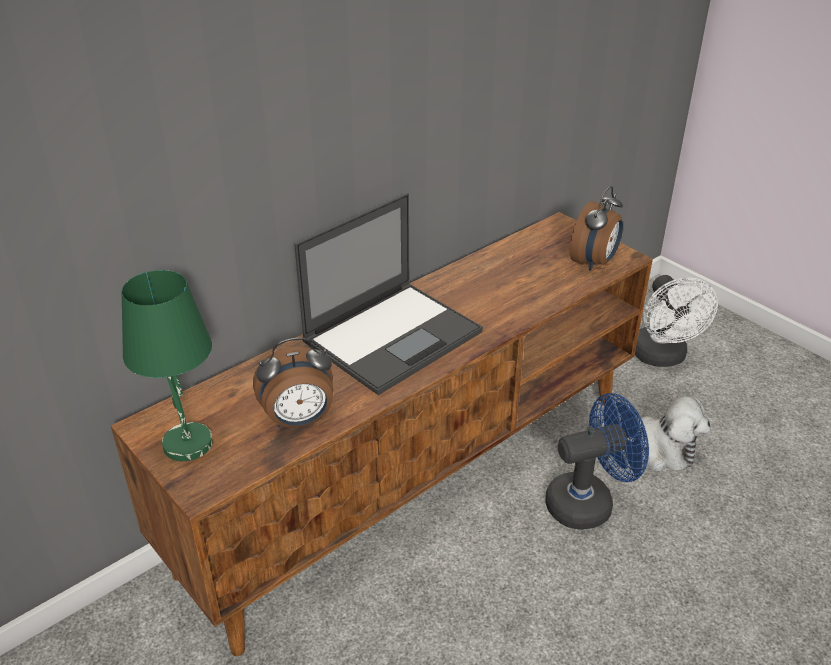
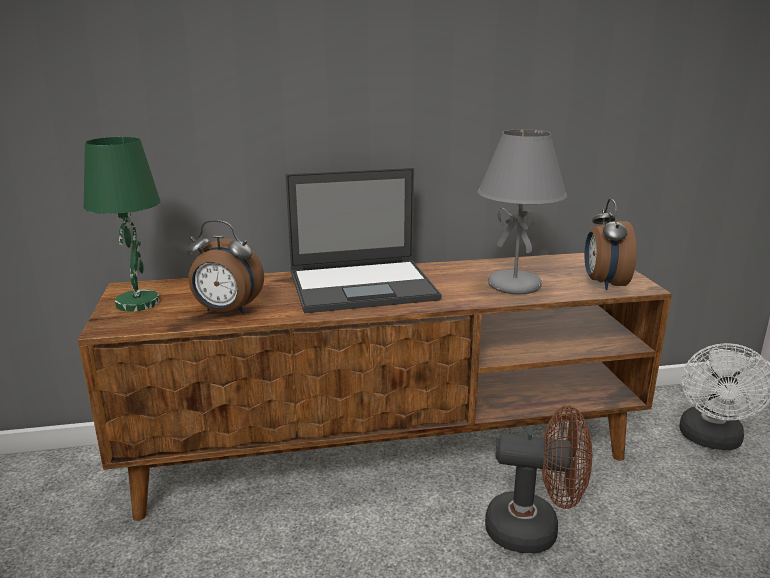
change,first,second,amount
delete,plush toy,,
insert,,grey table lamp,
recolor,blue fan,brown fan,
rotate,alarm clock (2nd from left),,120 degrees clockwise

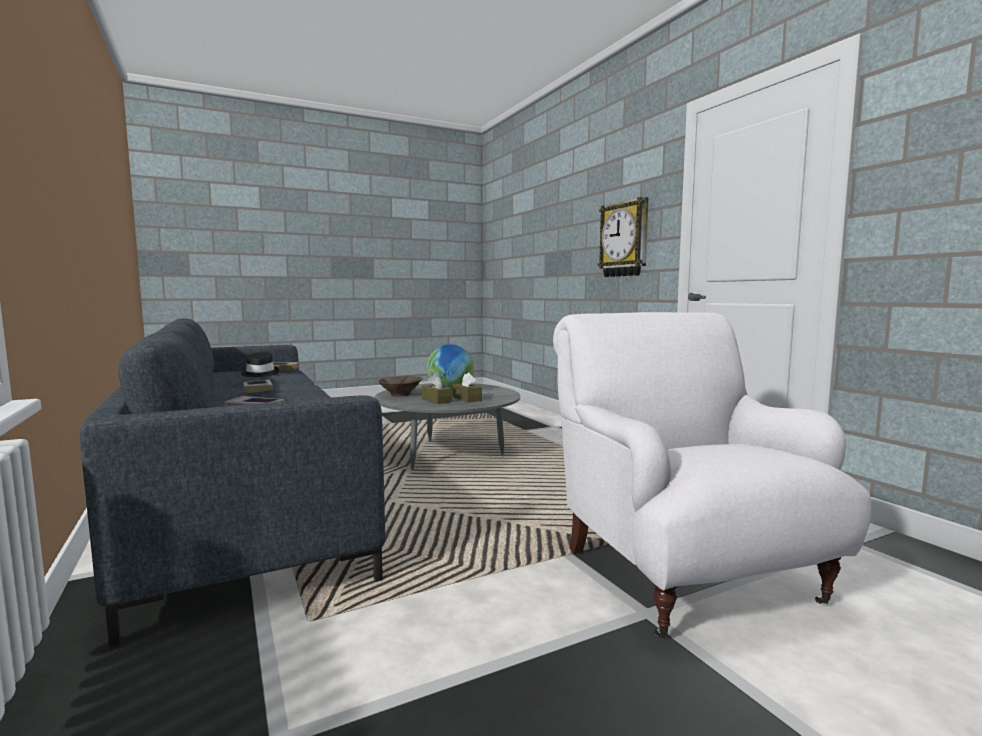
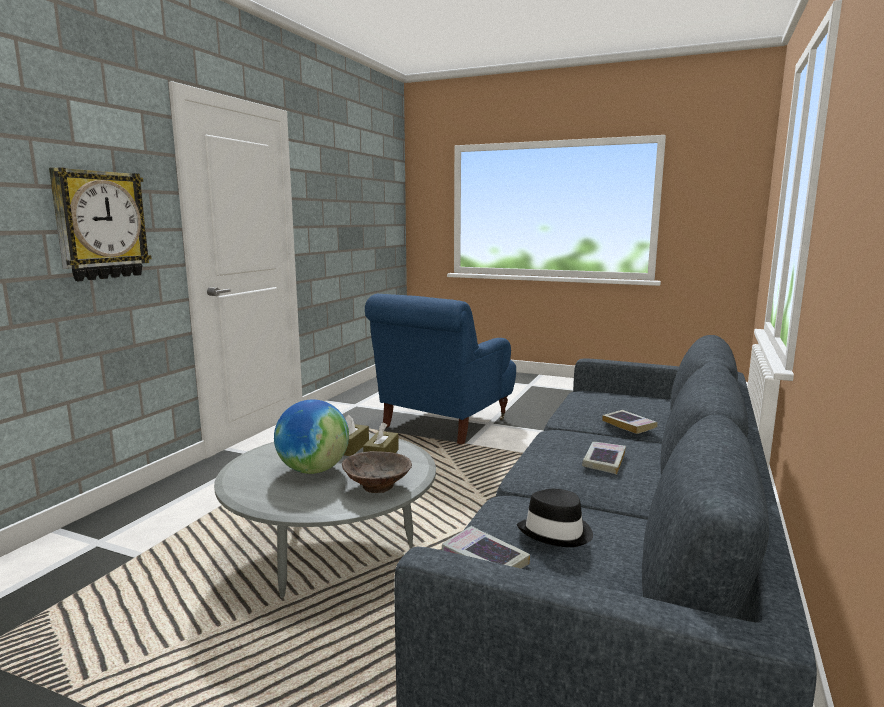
change,first,second,amount
recolor,white armchair,blue armchair,

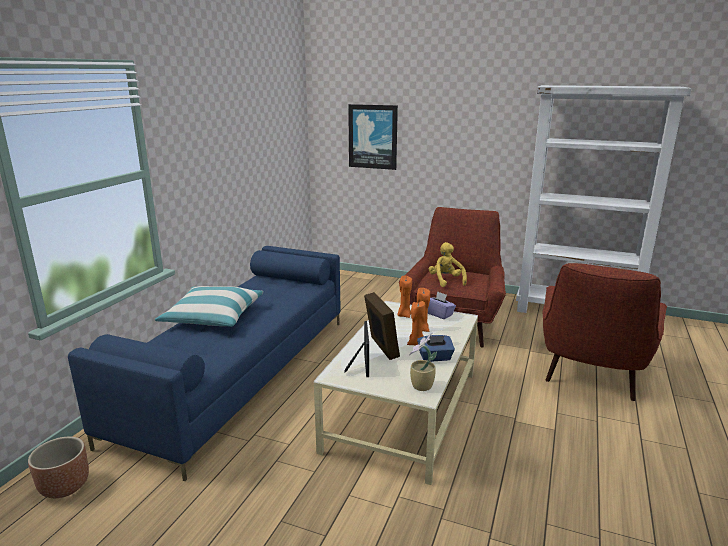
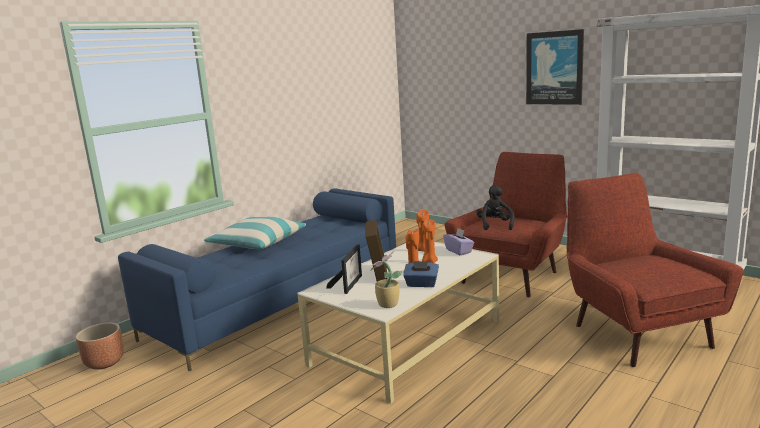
change,first,second,amount
move,picture,,
recolor,yellow plush toy,black plush toy,
rotate,red armchair (2nd from left),,120 degrees clockwise

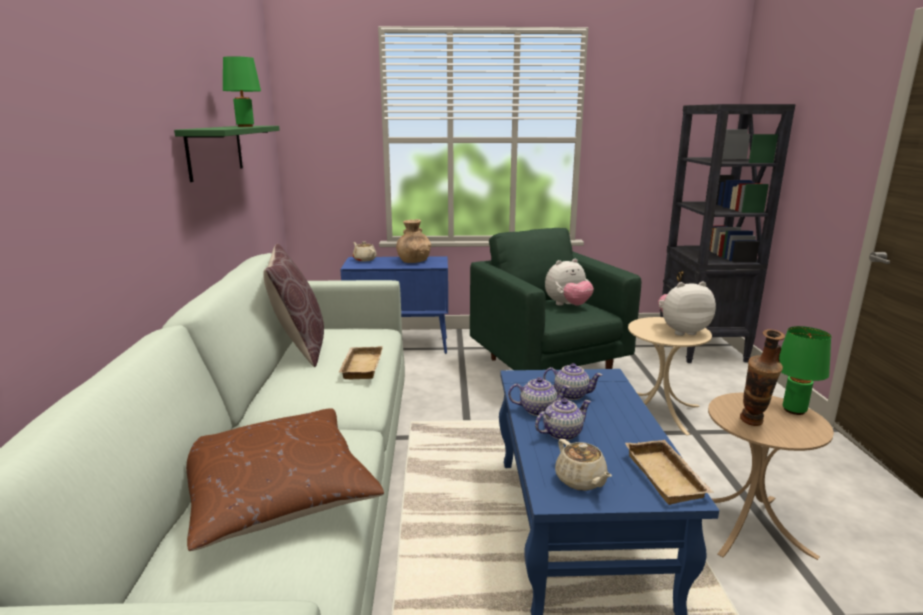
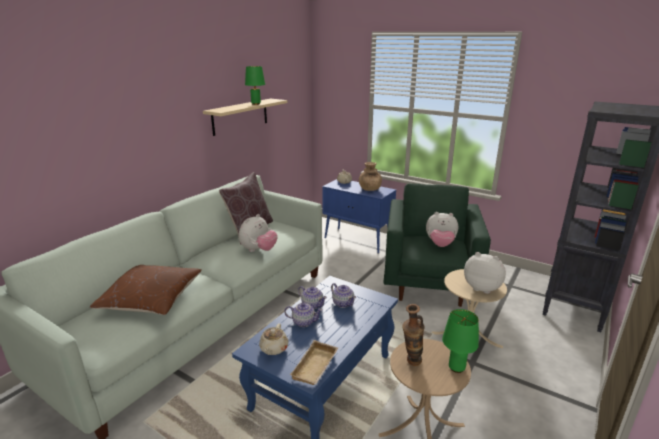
change,first,second,amount
replace,beige tray (1st from left),plush toy (1st from left),
recolor,green shelf,beige shelf,

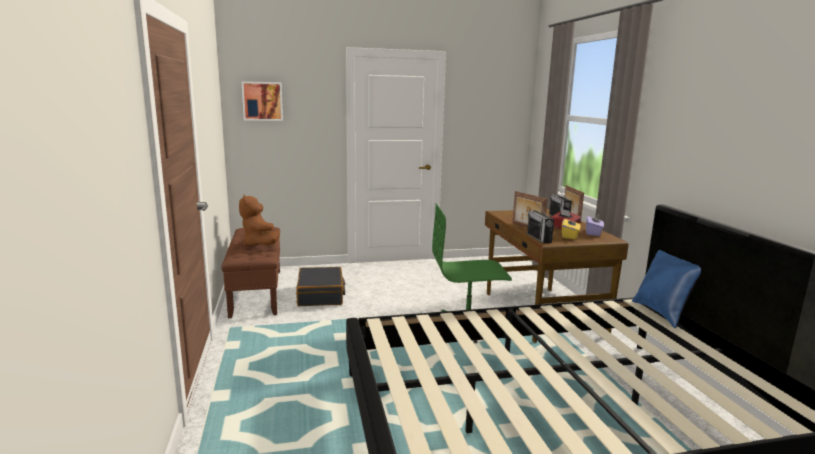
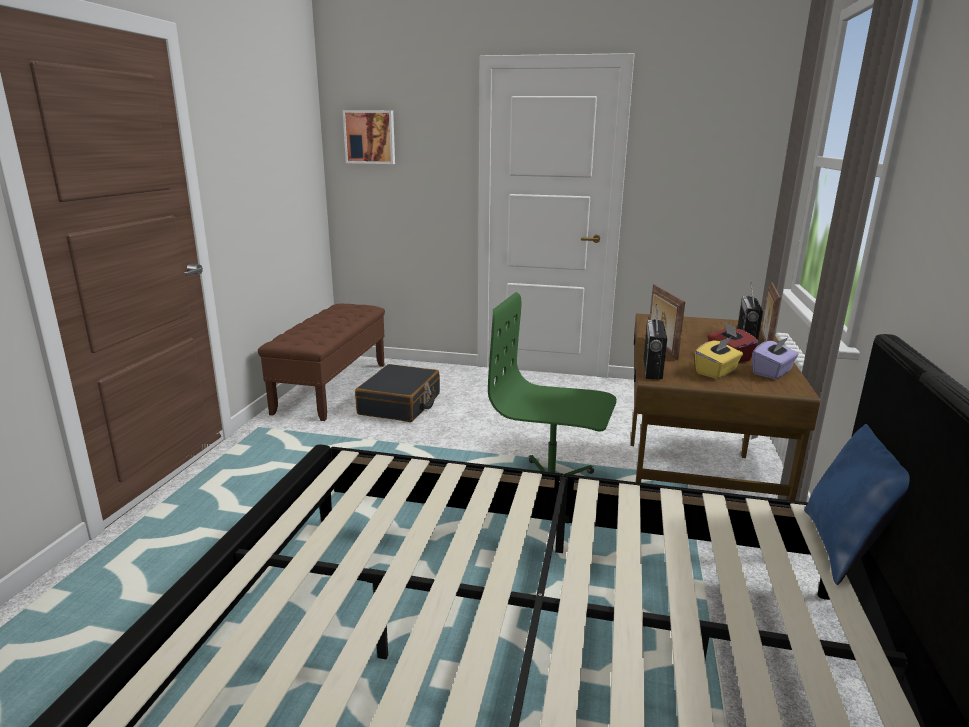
change,first,second,amount
delete,brown plush toy,,

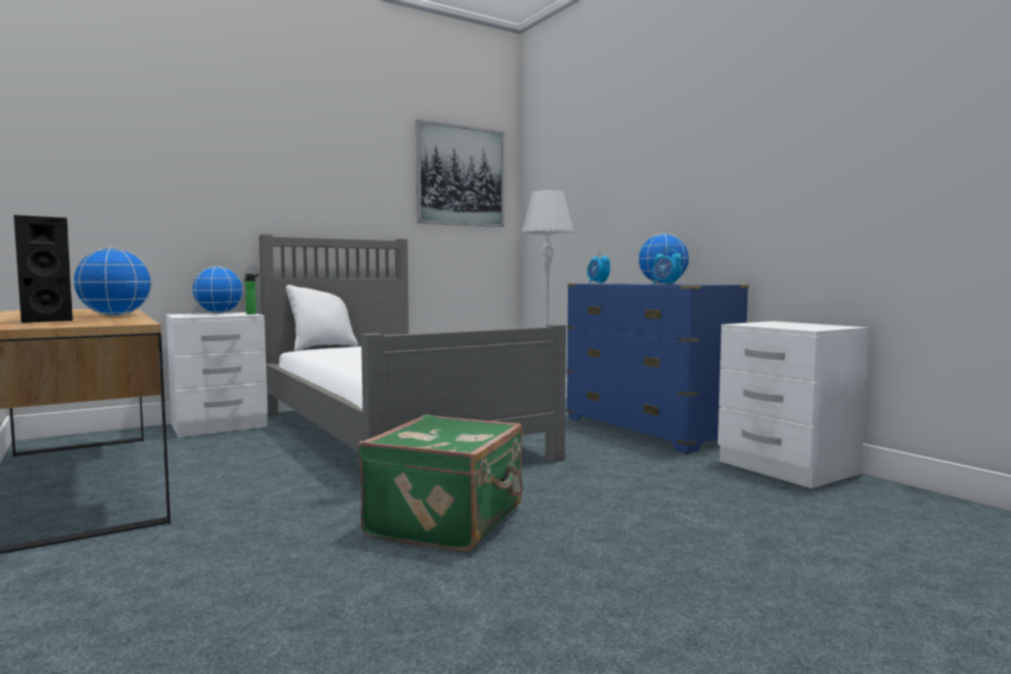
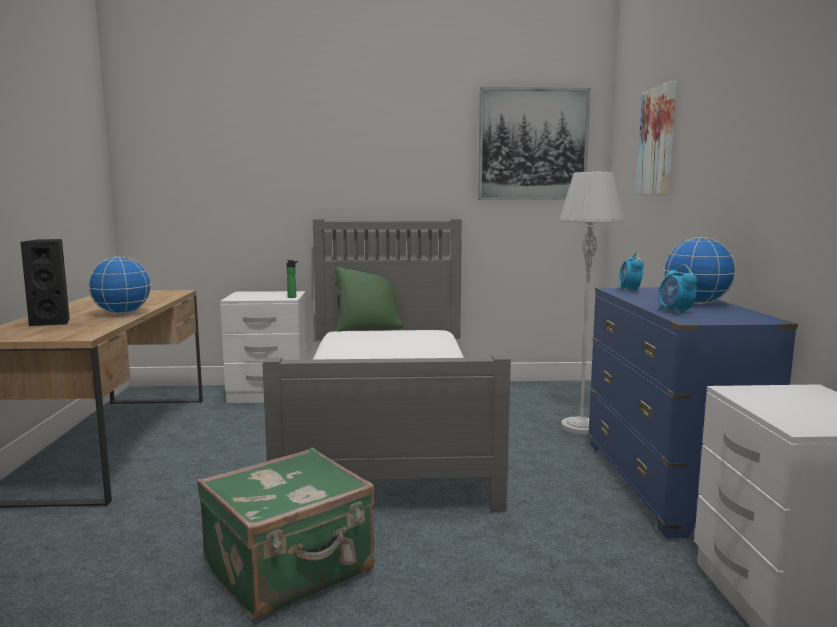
change,first,second,amount
delete,globe (2nd from left),,
insert,,picture (2nd from left),
recolor,white pillow,green pillow,

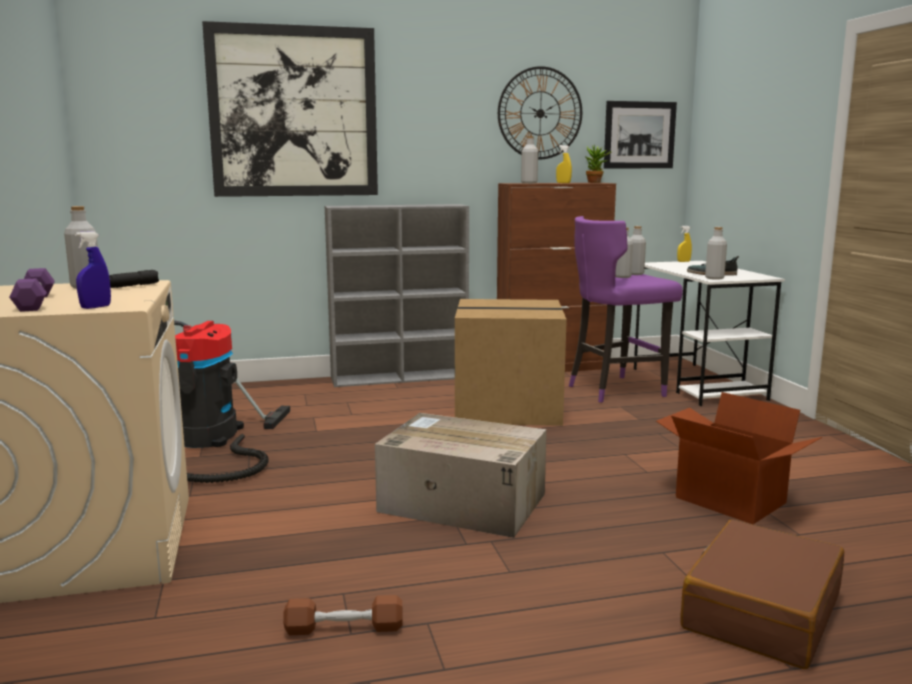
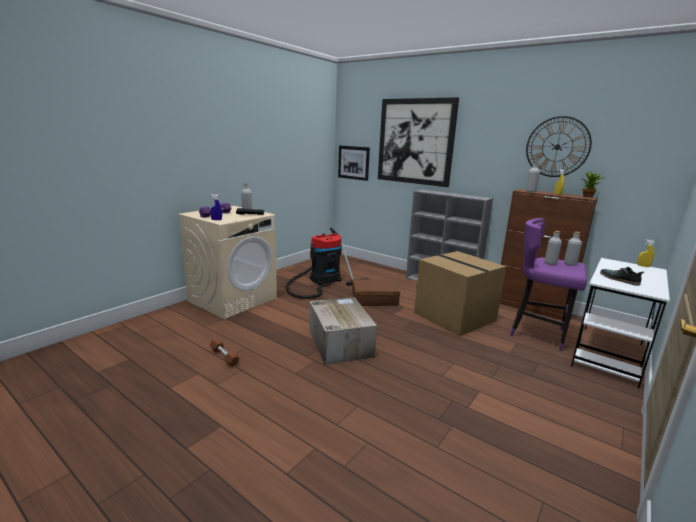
change,first,second,amount
delete,cardboard box (3rd from left),,
delete,grey bottle (5th from left),,
move,picture (2nd from left in the first image),picture (1st from left),
move,brown suitcase,,

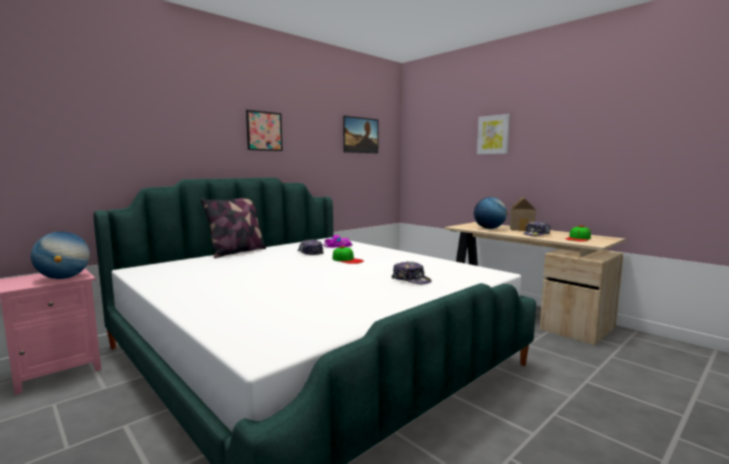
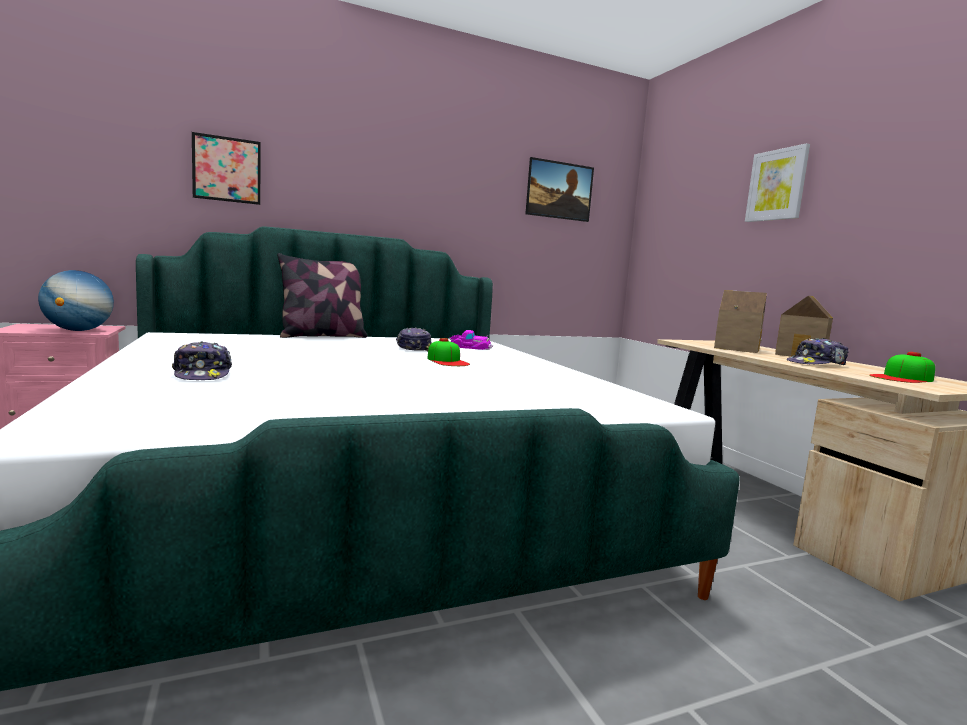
change,first,second,amount
move,picture (1st from left),,
move,cap (3rd from left in the first image),cap (1st from left),
replace,globe (2nd from left),toy house (1st from left),

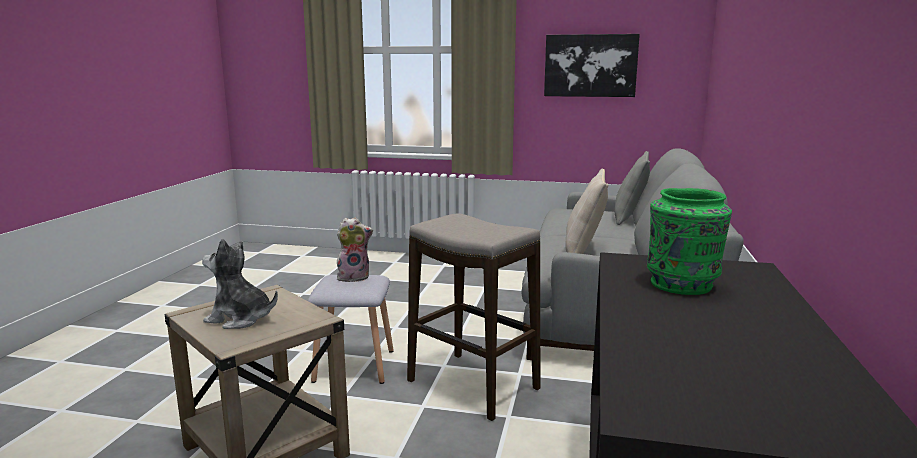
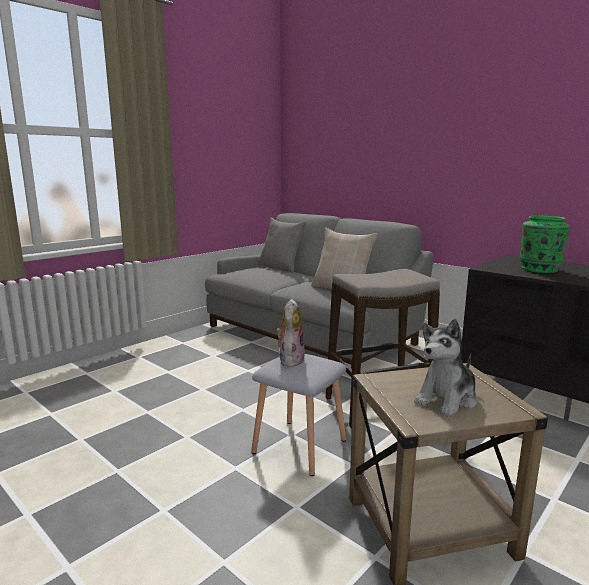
change,first,second,amount
delete,picture,,

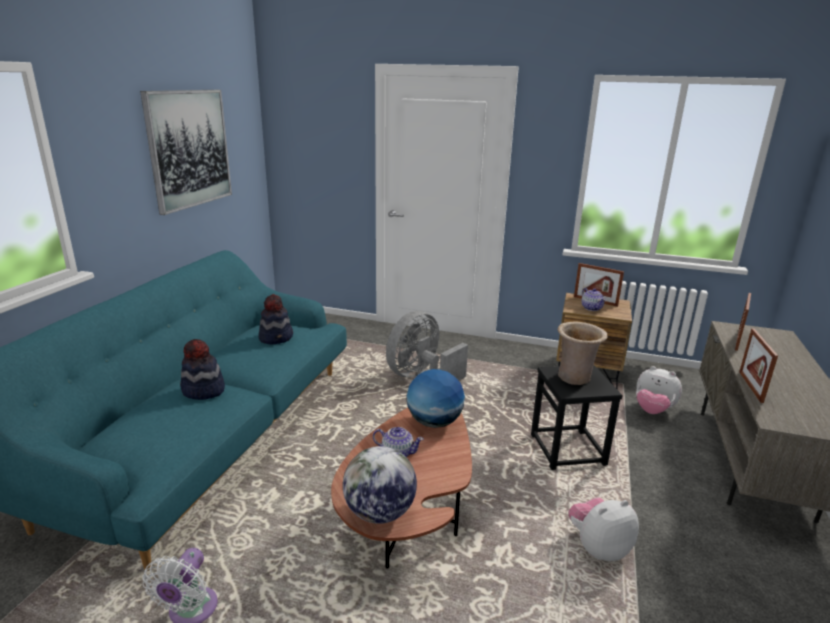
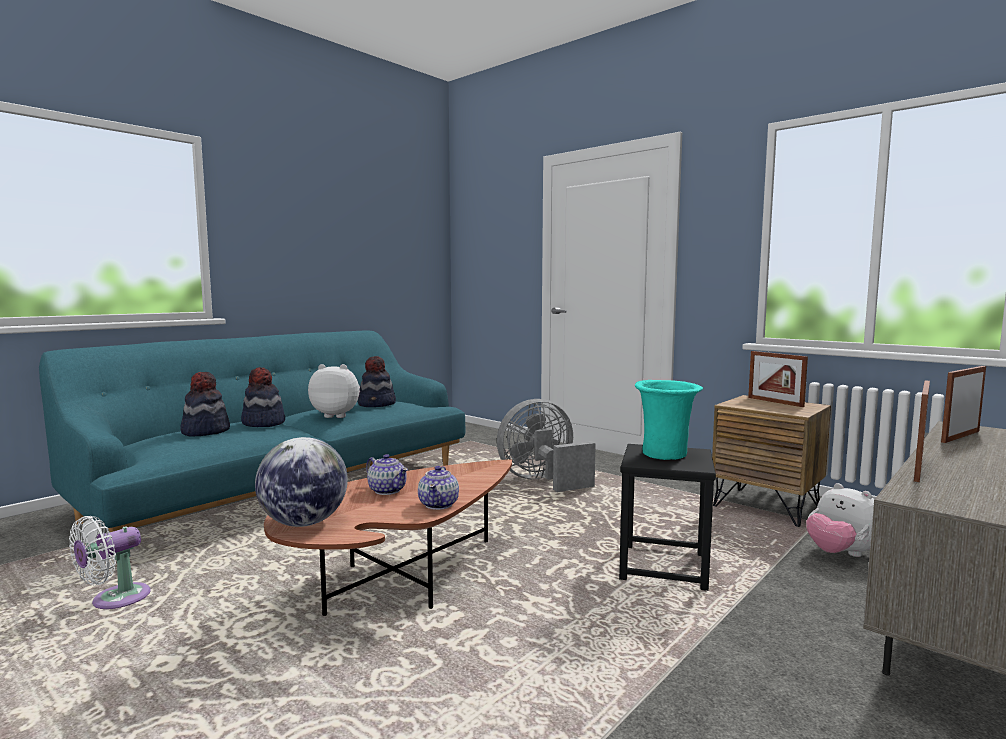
change,first,second,amount
delete,picture,,
delete,globe (2nd from left),,
insert,,hat (1st from left),
move,plush toy (1st from left),,
move,teapot (2nd from left),,
recolor,beige vase,turquoise vase,

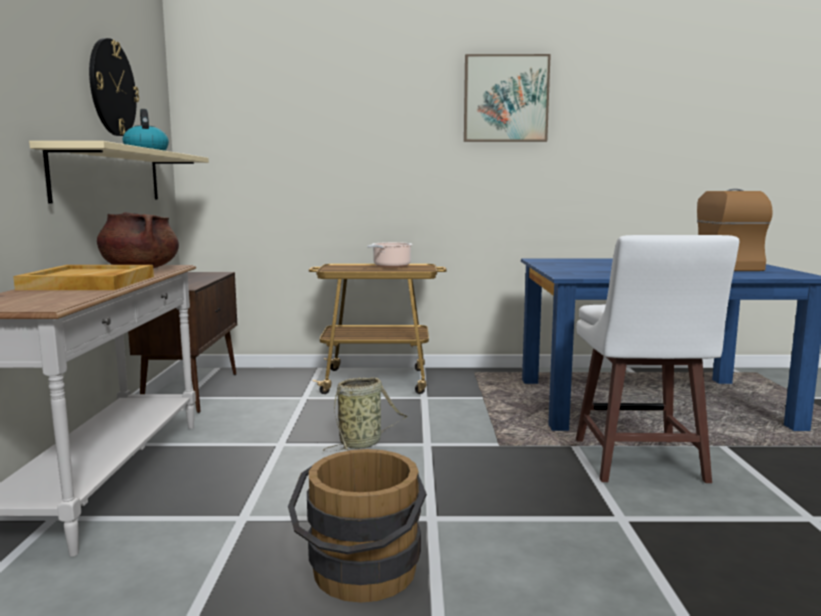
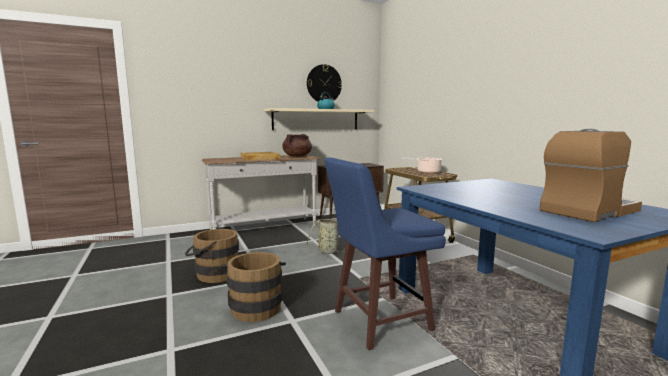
change,first,second,amount
delete,picture,,
insert,,brown bucket (2nd from left),
recolor,white stool,blue stool,

